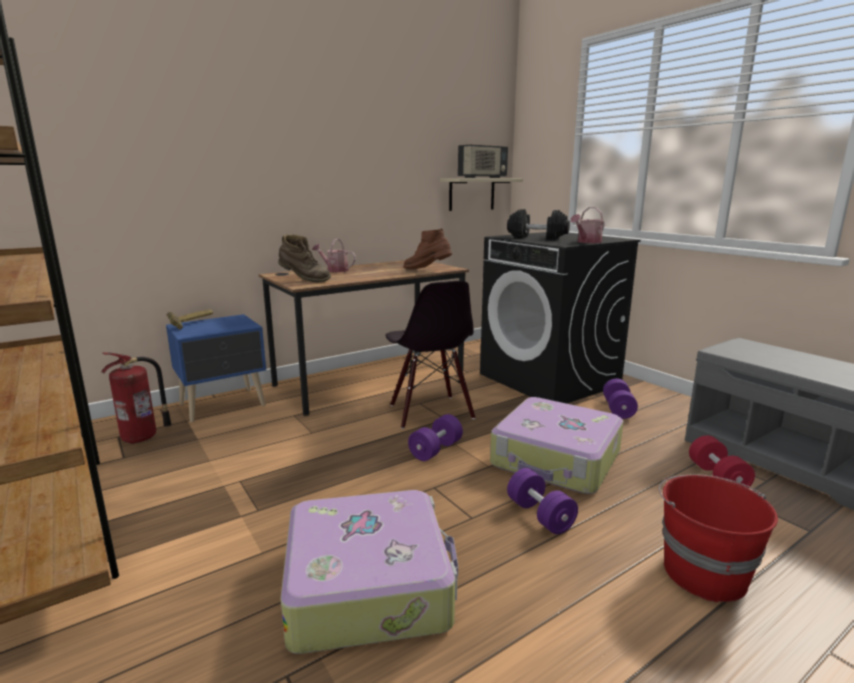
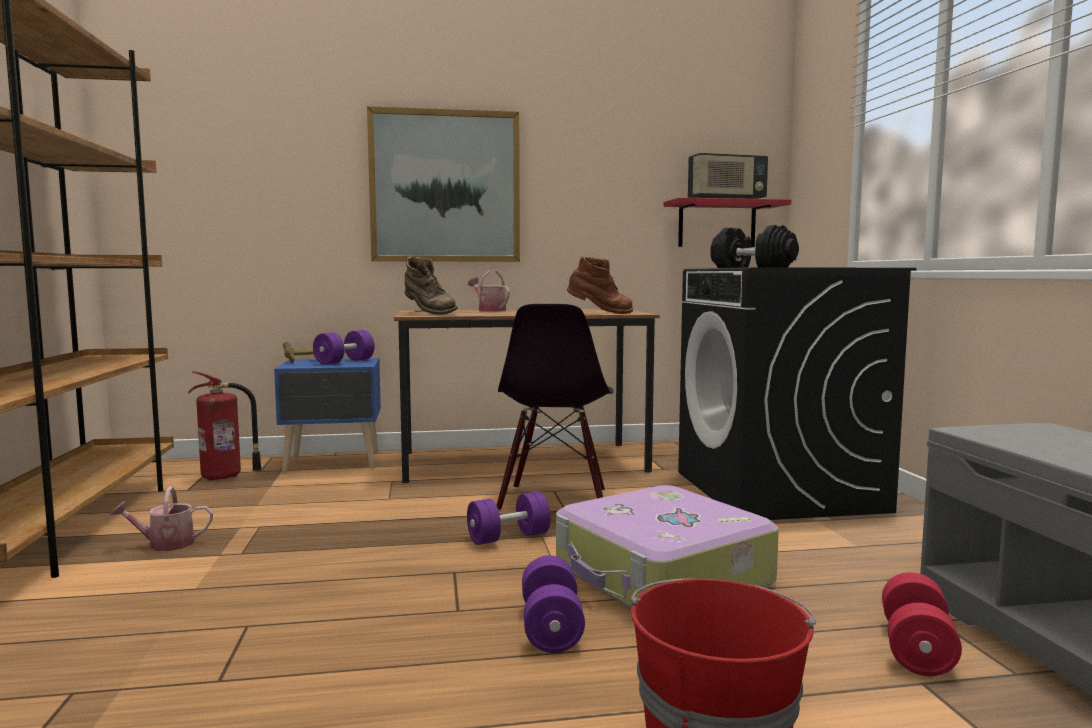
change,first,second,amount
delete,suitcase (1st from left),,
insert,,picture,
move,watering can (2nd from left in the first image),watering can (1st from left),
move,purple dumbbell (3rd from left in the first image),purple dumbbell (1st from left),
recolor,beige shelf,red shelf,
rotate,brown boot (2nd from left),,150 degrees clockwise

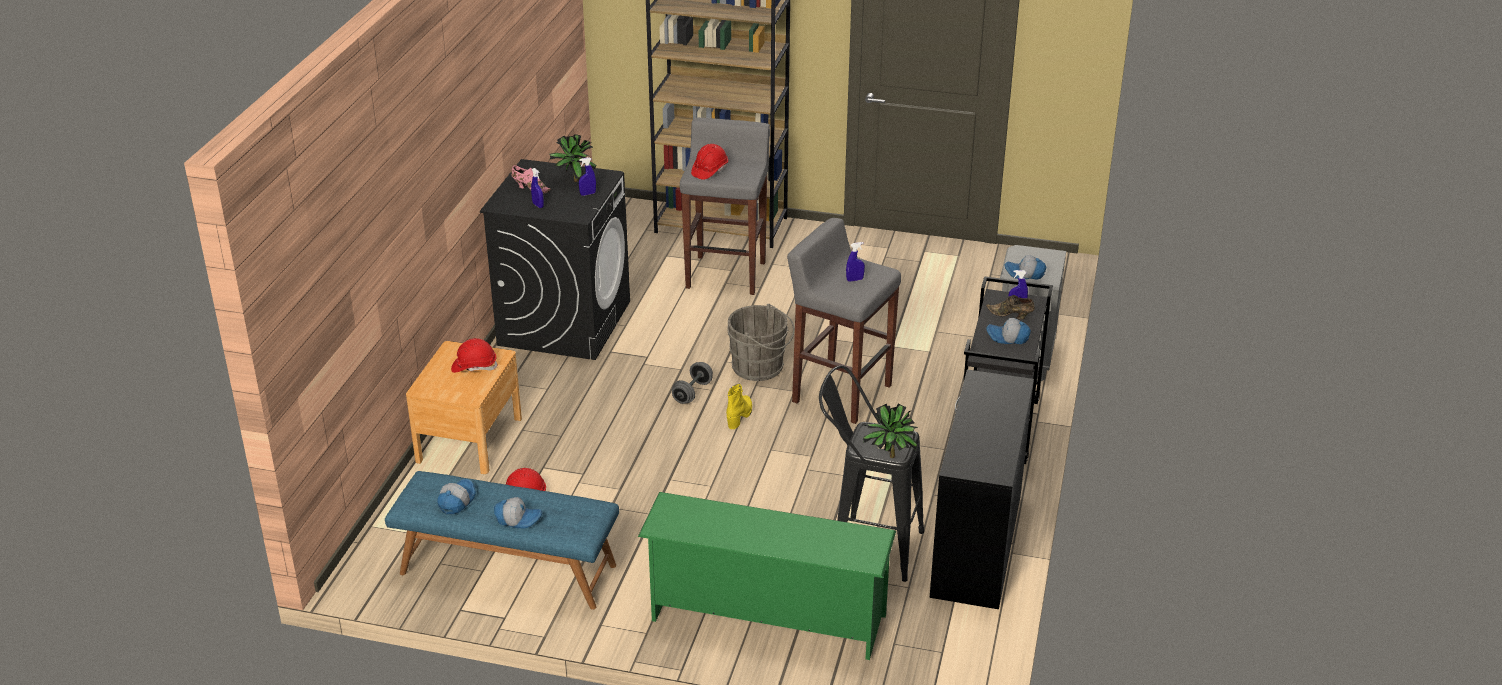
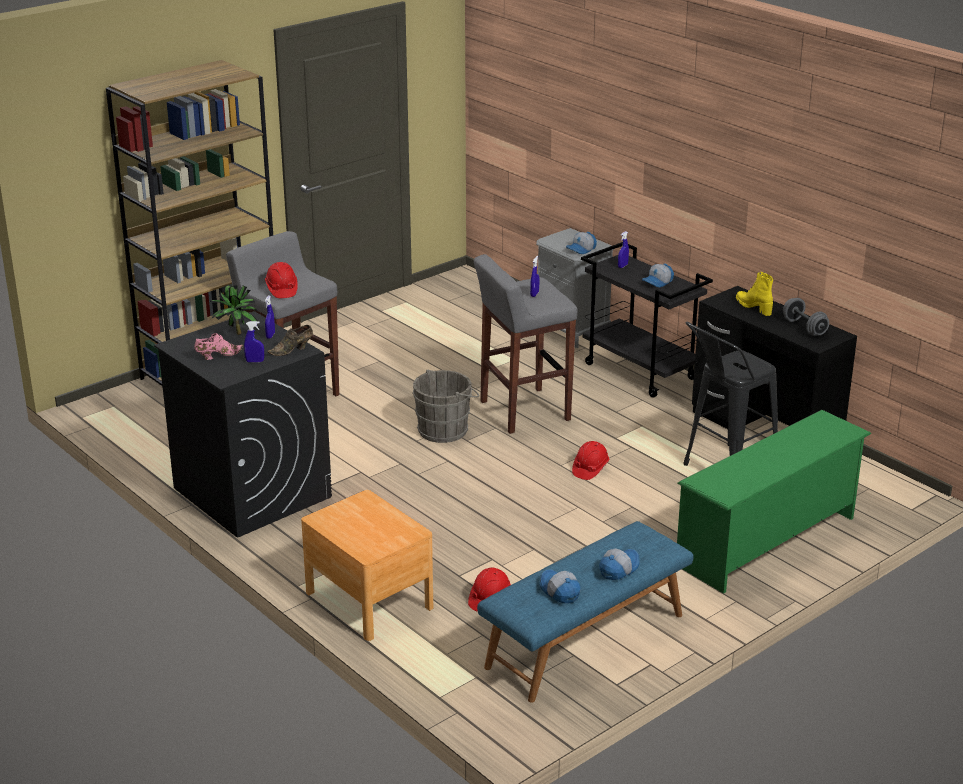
change,first,second,amount
delete,potted plant (2nd from left),,
move,red hard hat (1st from left in the first image),red hard hat (3rd from left),
move,grey dumbbell,,
move,yellow boot,,
move,brown shoe,,

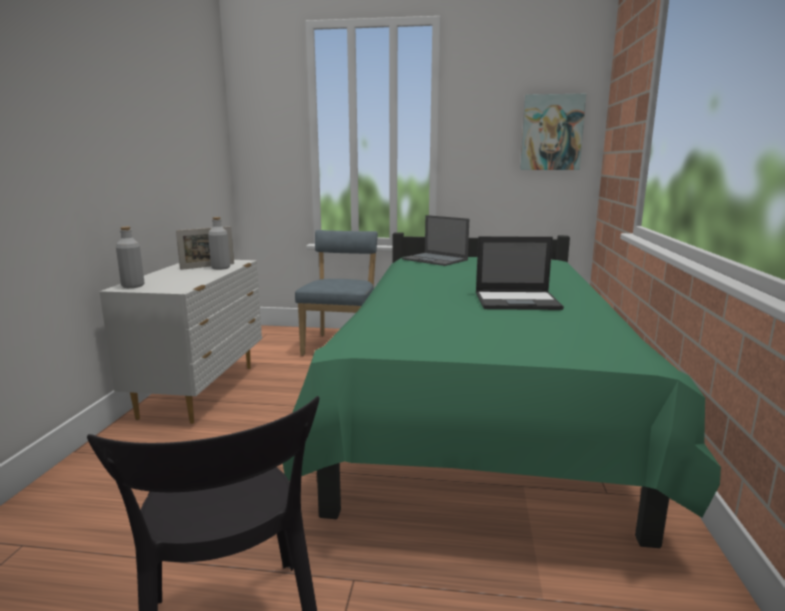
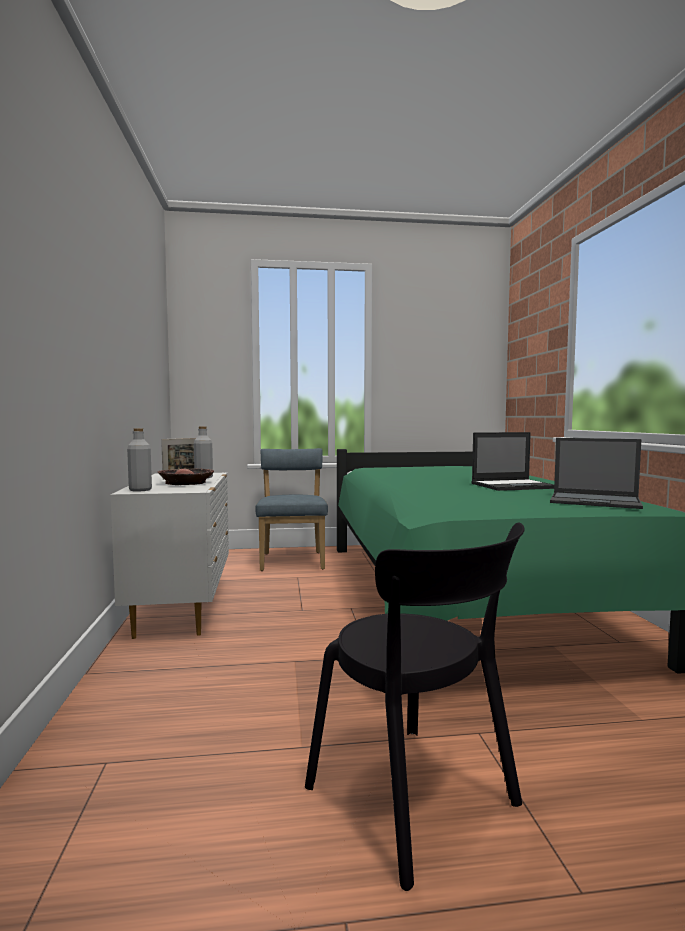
change,first,second,amount
delete,picture,,
insert,,bowl,
move,laptop (1st from left in the first image),laptop (2nd from left),

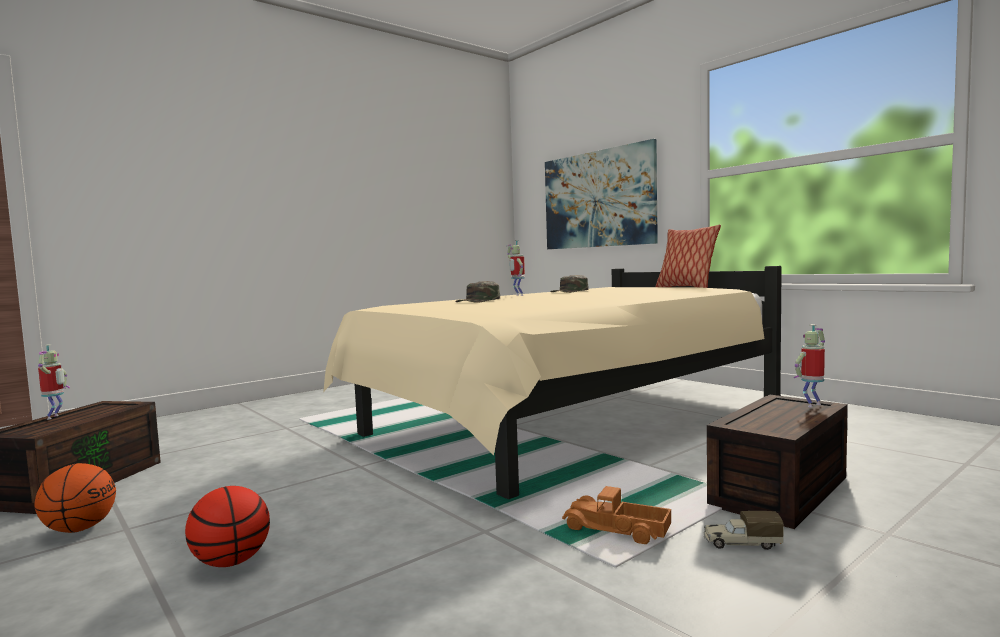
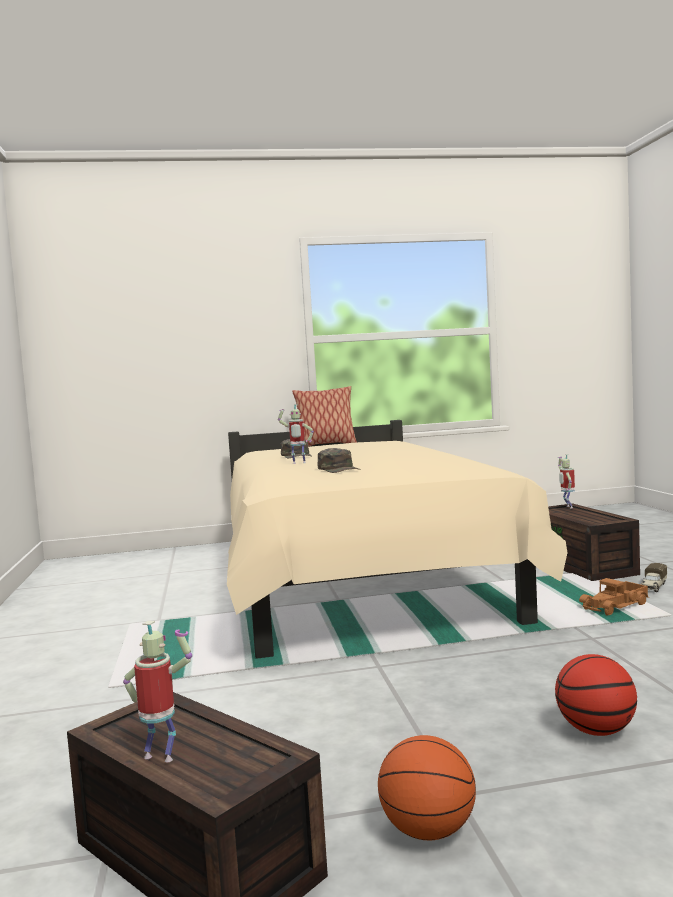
change,first,second,amount
delete,picture,,

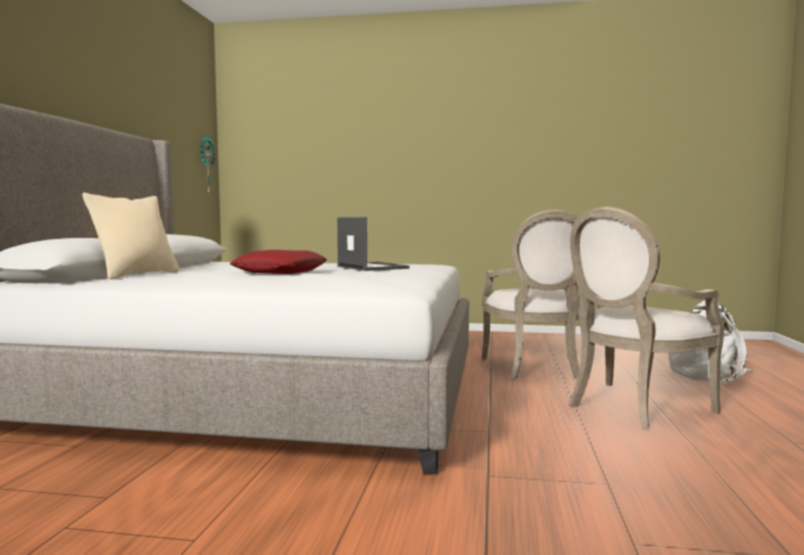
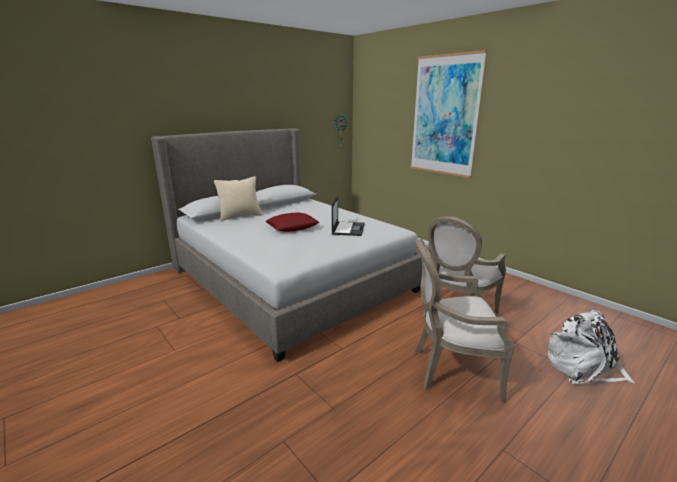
change,first,second,amount
insert,,picture,

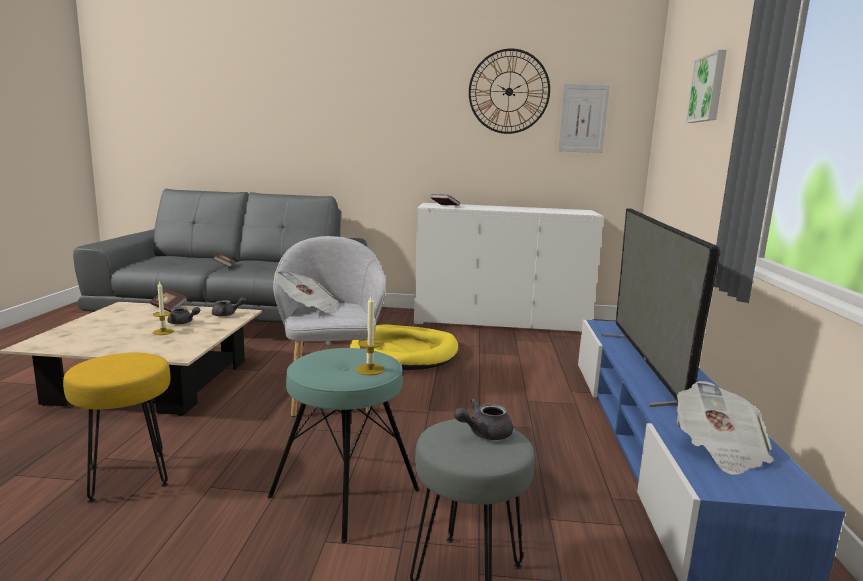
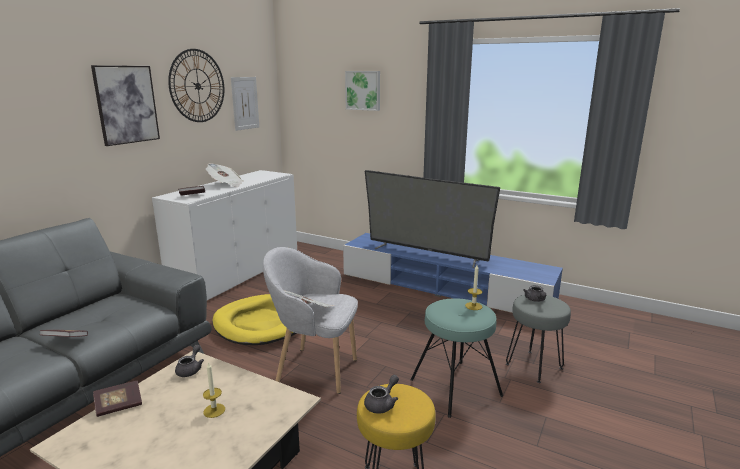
change,first,second,amount
insert,,picture (1st from left),
move,grey teapot (1st from left in the first image),grey teapot (2nd from left),
move,newspaper (2nd from left in the first image),newspaper (1st from left),

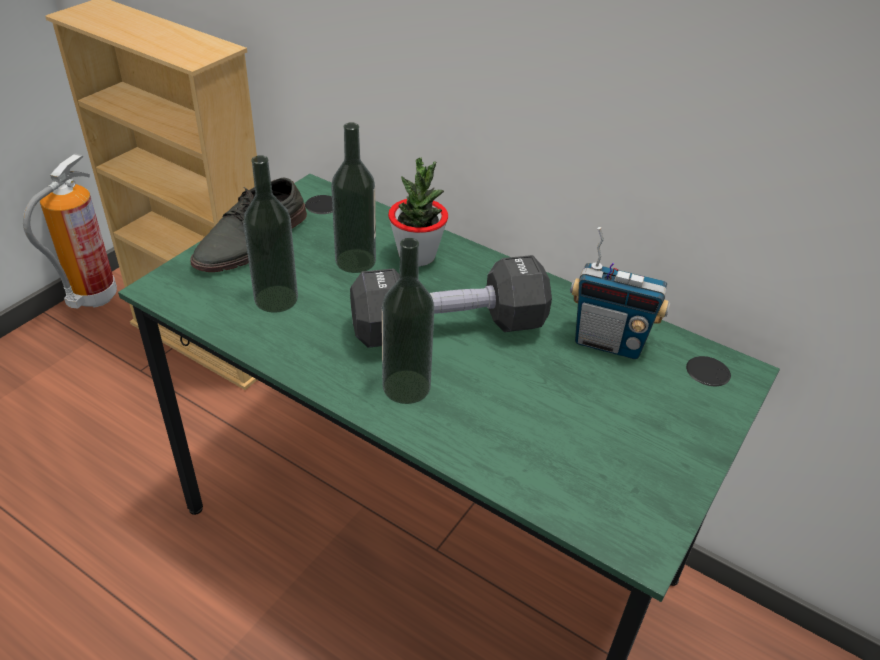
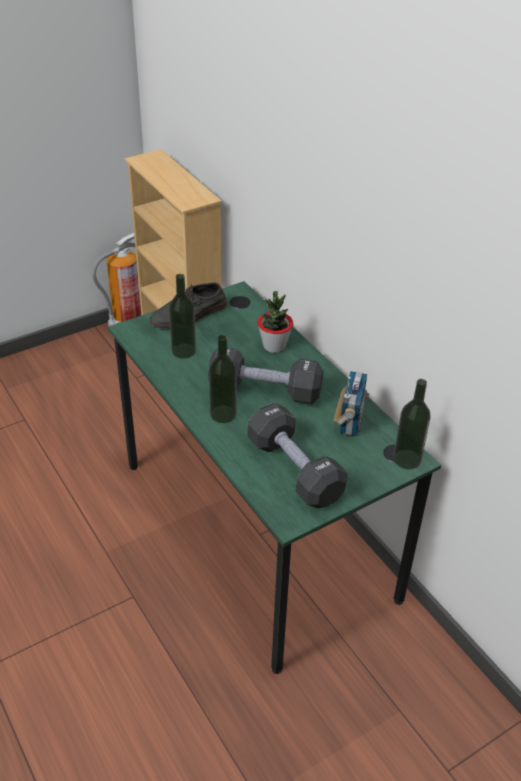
change,first,second,amount
insert,,black dumbbell (2nd from left),
move,bottle (2nd from left in the first image),bottle (3rd from left),
rotate,radio,,120 degrees counterclockwise

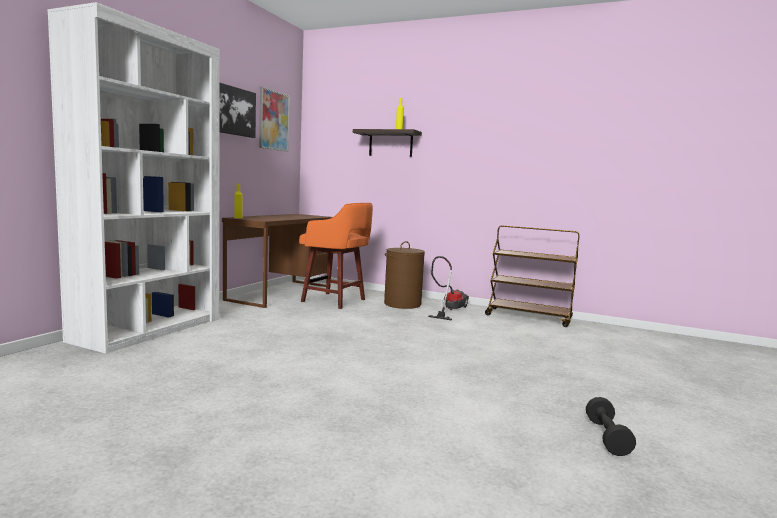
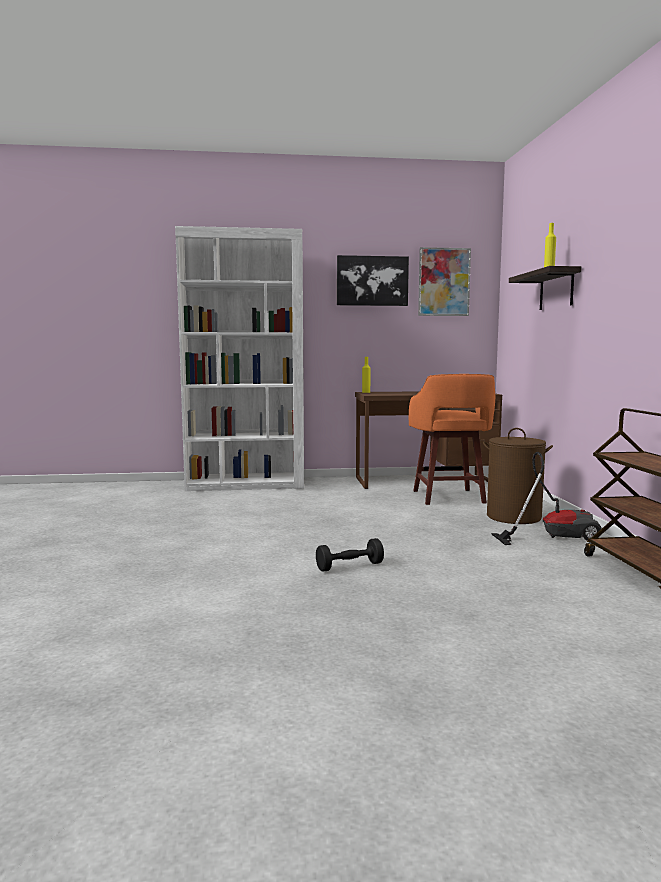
change,first,second,amount
move,black dumbbell,,

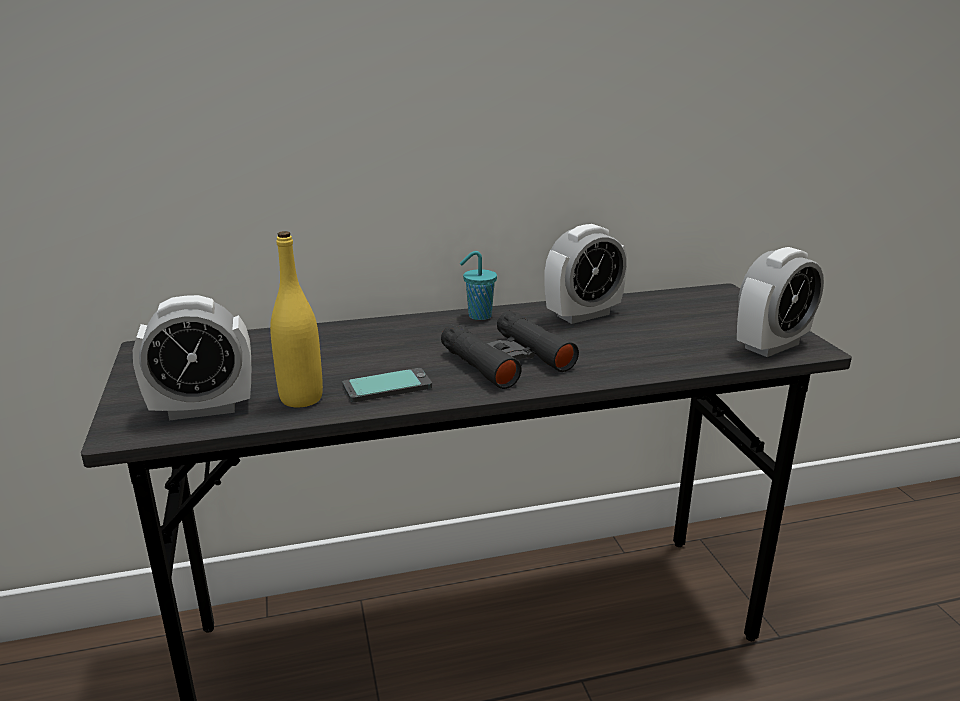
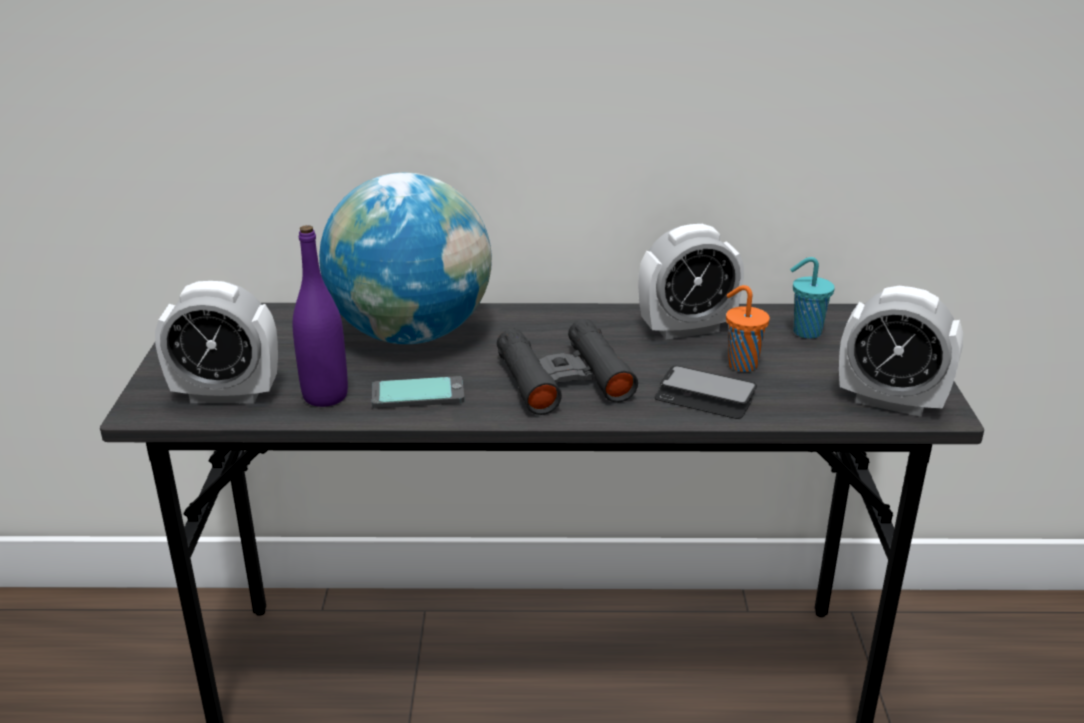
change,first,second,amount
insert,,globe,
insert,,phone (2nd from left),
insert,,orange cup,
move,turquoise cup,,
recolor,yellow bottle,purple bottle,
rotate,alarm clock (3rd from left),,45 degrees clockwise

